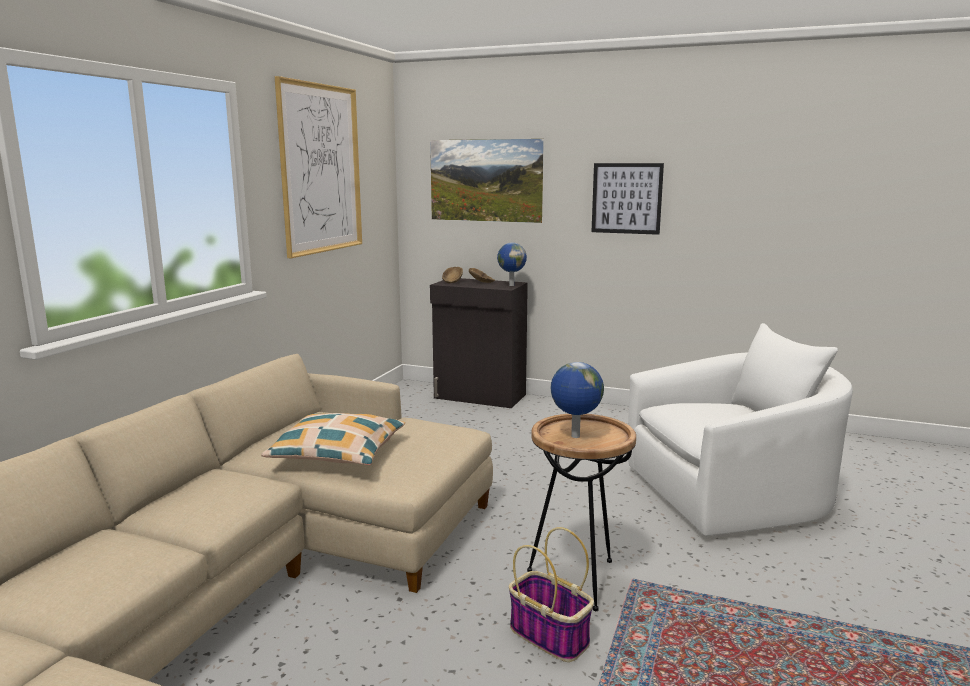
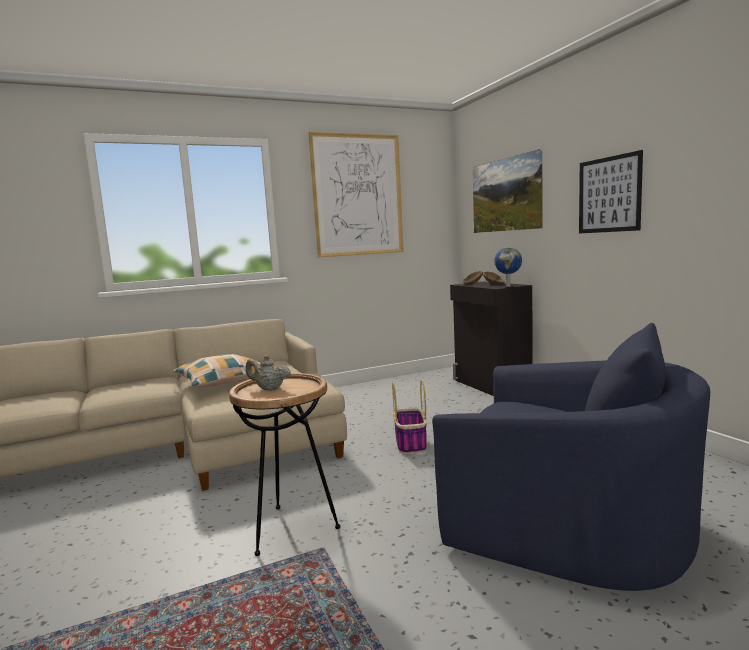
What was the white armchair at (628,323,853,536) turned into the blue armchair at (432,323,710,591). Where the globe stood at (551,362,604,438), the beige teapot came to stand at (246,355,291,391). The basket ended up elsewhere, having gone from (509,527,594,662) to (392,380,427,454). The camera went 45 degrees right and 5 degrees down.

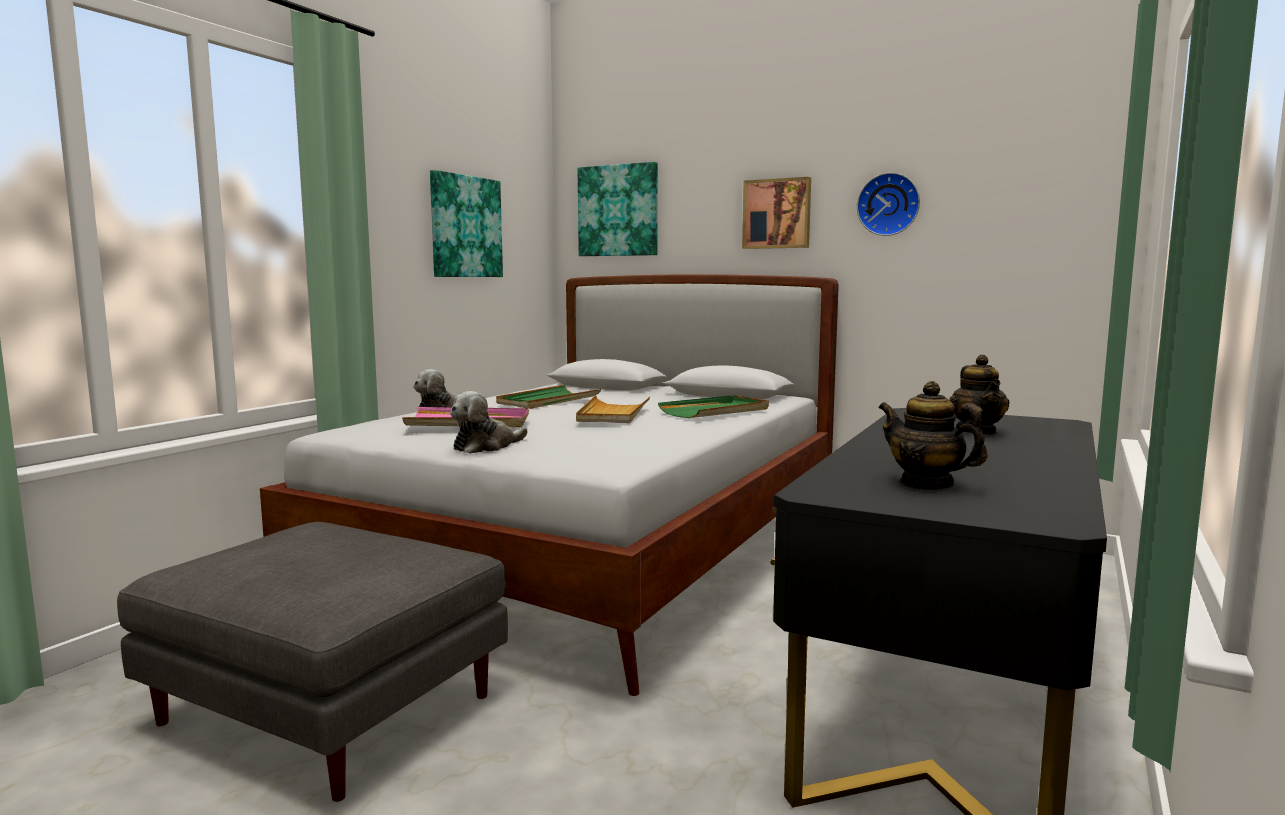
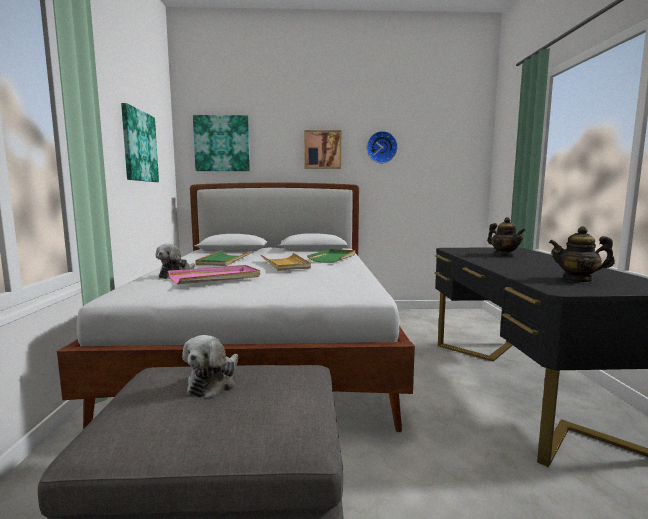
The plush toy ended up elsewhere, having gone from (450,391,528,454) to (182,335,238,399). The camera went 30 degrees left and 0 degrees up.

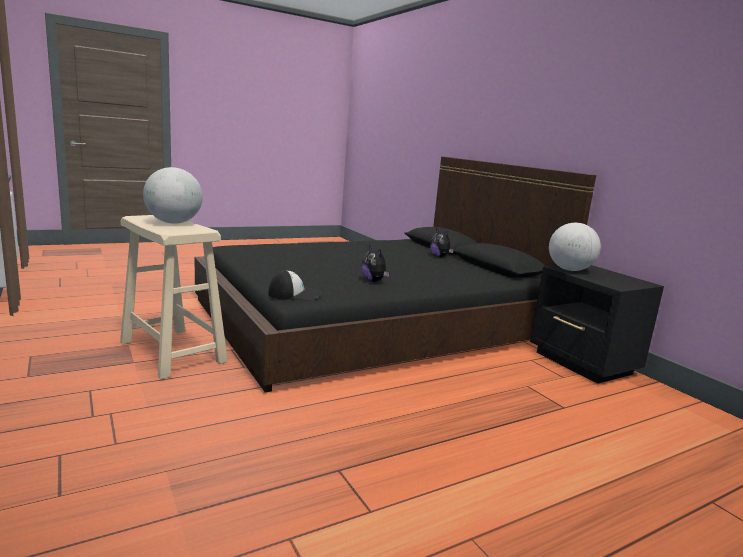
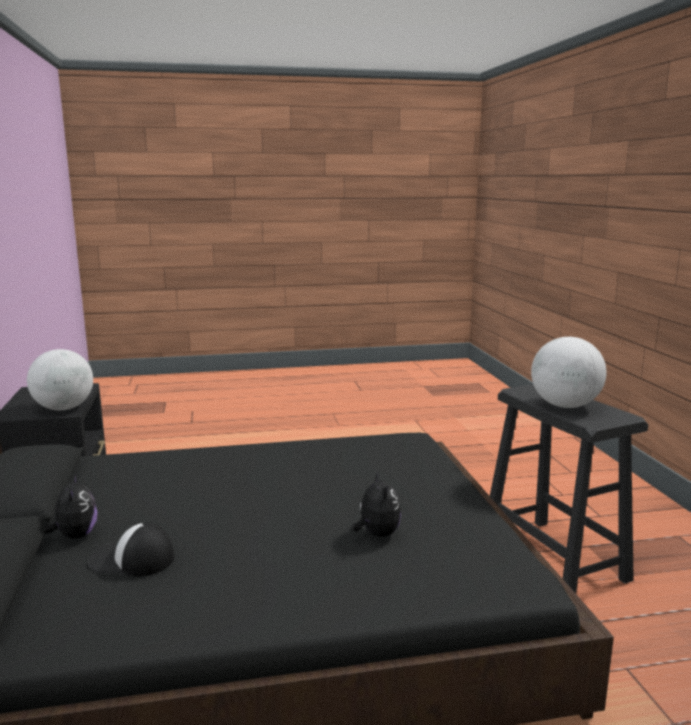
What was the beige stool at (120,215,228,379) turned into the black stool at (490,384,648,593). The plush toy ended up elsewhere, having gone from (361,245,390,282) to (352,471,401,537). The cap ended up elsewhere, having gone from (268,270,321,300) to (88,522,174,577). The camera went 160 degrees left and 0 degrees up.

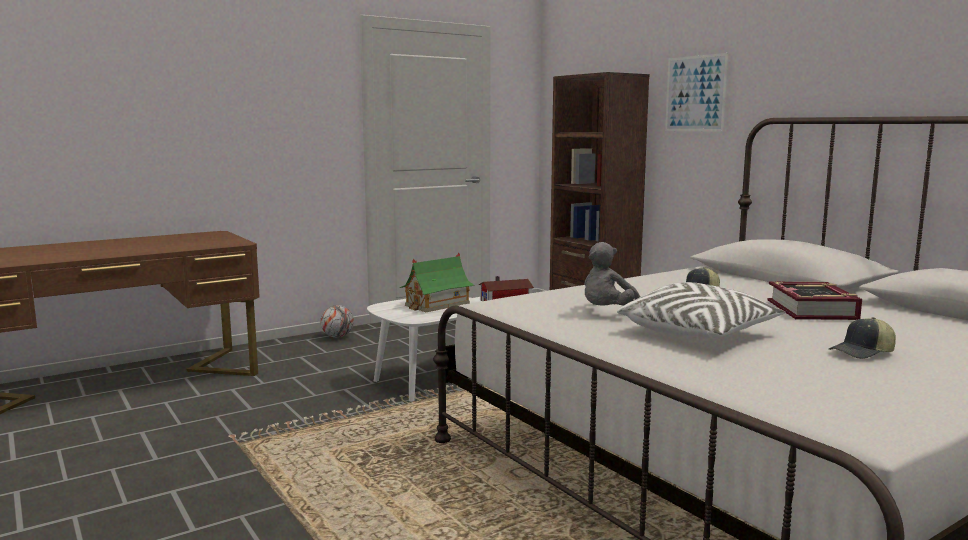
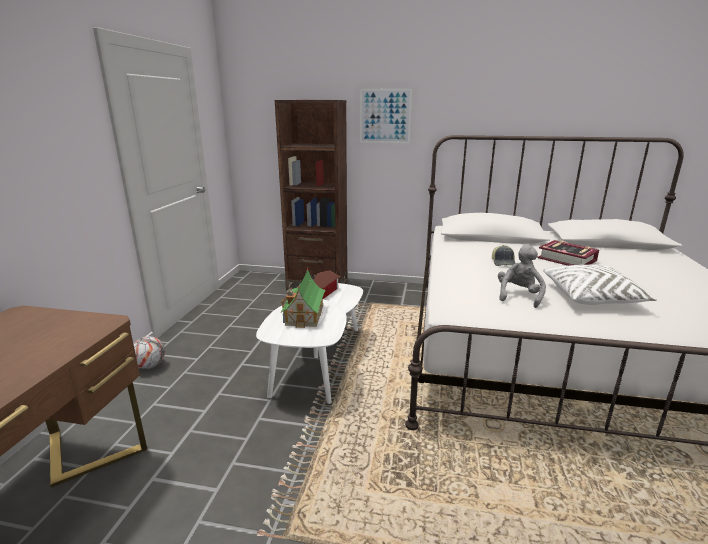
The grey plush toy at (584,242,641,306) ended up facing another way, 150 degrees counterclockwise from before. The second view lost the cap at (829,317,896,359). The camera went 45 degrees left and 10 degrees up.

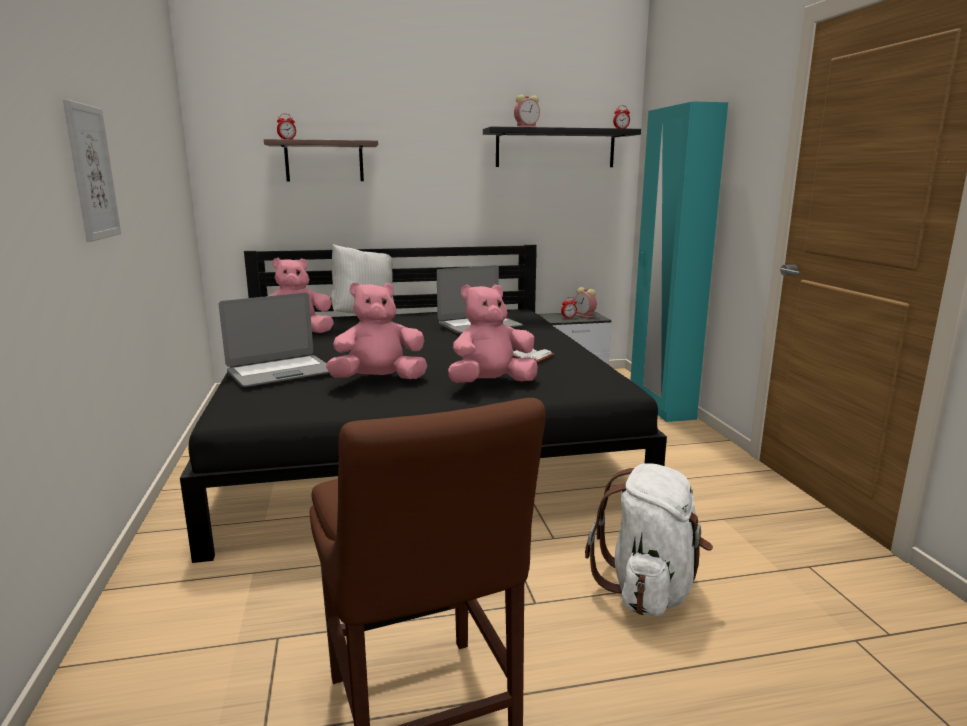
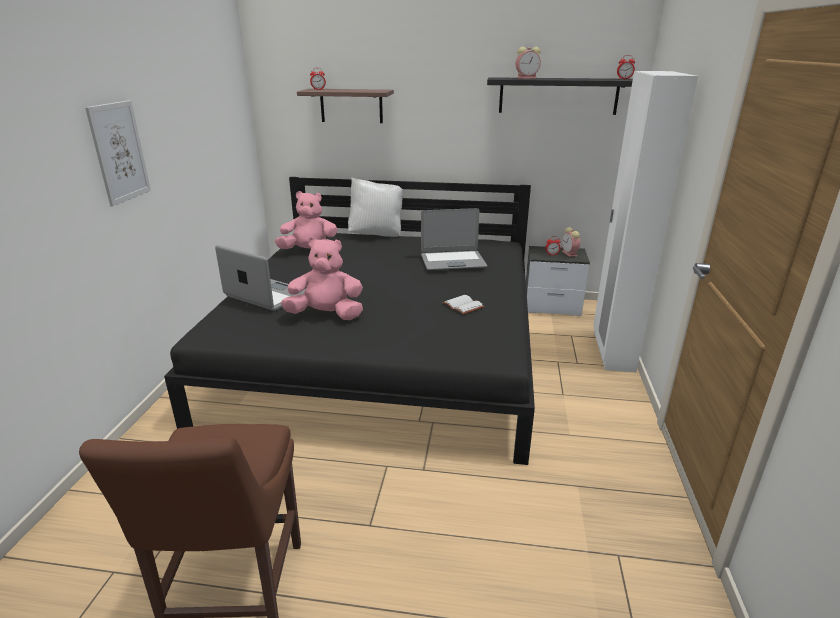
What was the turquoise wardrobe at (630,102,728,422) turned into the white wardrobe at (593,71,698,372). The second view lost the pink plush toy at (448,284,538,383). The laptop at (219,293,329,387) ended up facing another way, 135 degrees counterclockwise from before. The second view lost the white backpack at (585,463,713,617). The camera went 20 degrees right and 10 degrees up.

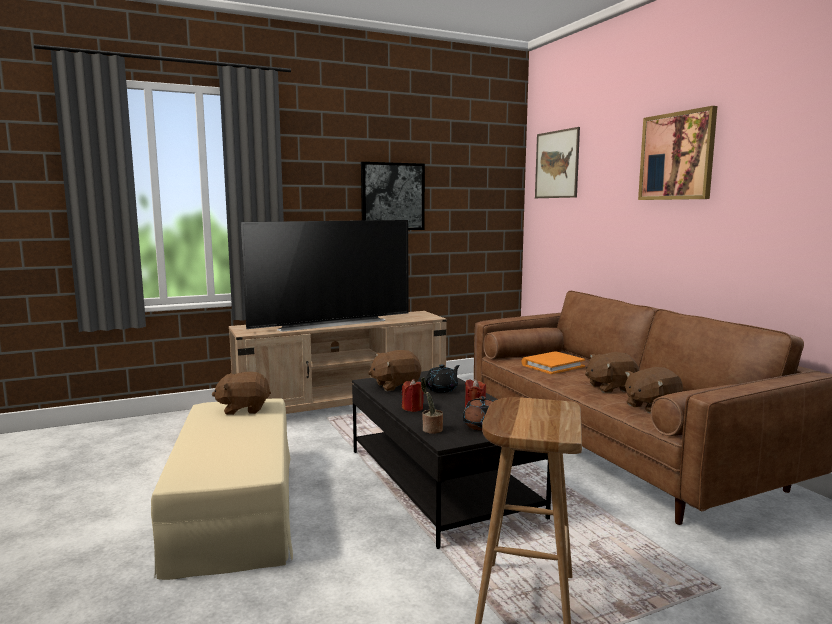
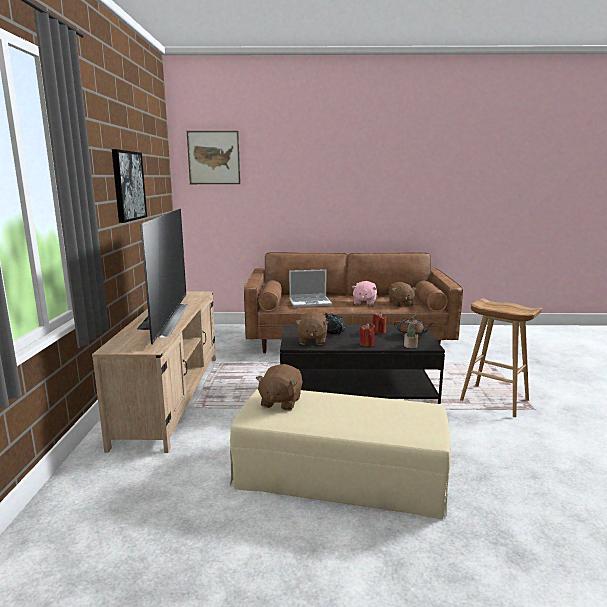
The second view lost the picture at (638,106,717,200). Where the orange book stood at (522,351,585,374), the laptop came to stand at (289,269,332,307). What was the brown plush toy at (585,352,639,393) turned into the pink plush toy at (352,281,377,306). The camera went 65 degrees left and 5 degrees up.

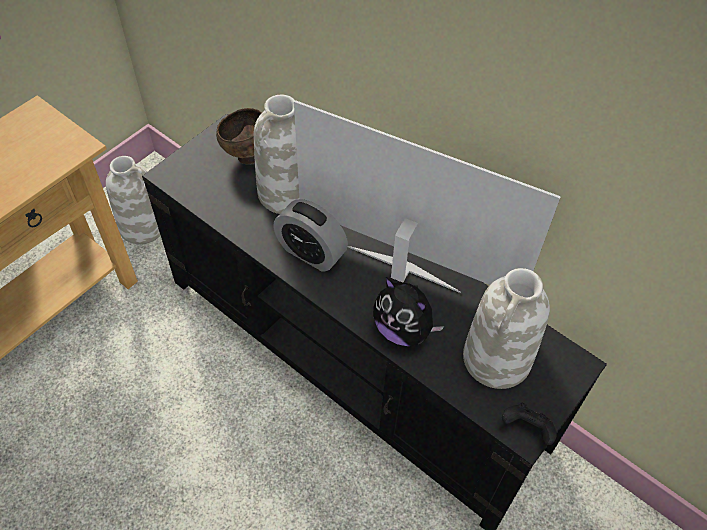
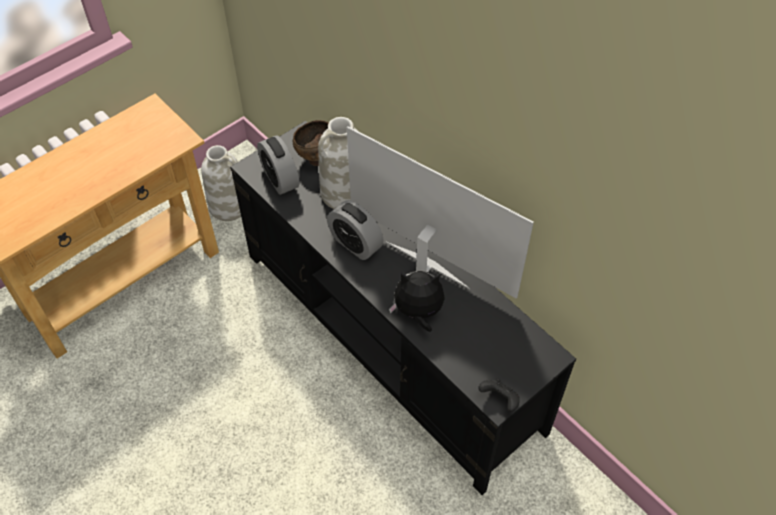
The second view lost the white vase at (463,268,550,389). The plush toy at (373,277,444,346) ended up facing another way, 135 degrees clockwise from before. The second view gained the alarm clock at (257,135,299,195). The camera went 10 degrees right and 0 degrees up.

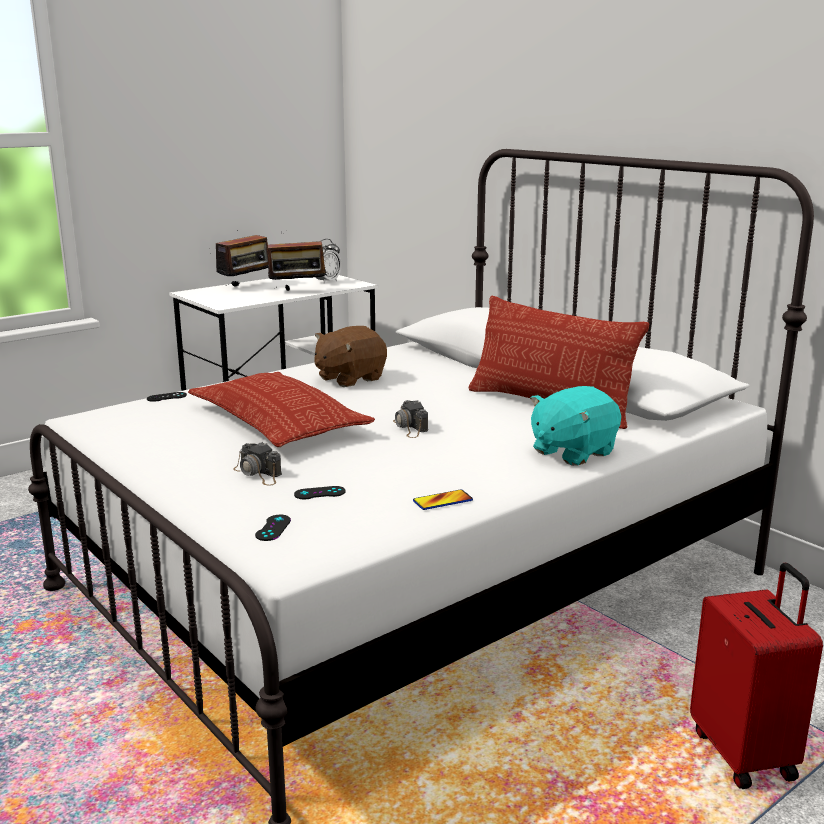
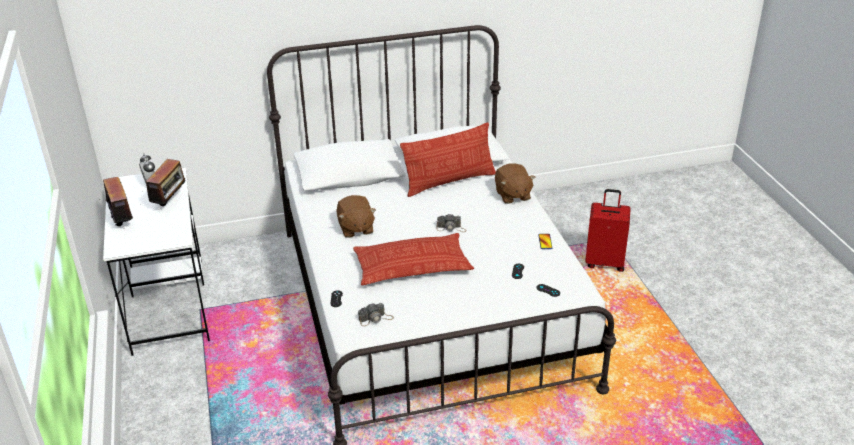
What was the turquoise plush toy at (530,386,621,466) turned into the brown plush toy at (495,164,535,204). The photo camera ended up elsewhere, having gone from (233,442,282,486) to (358,303,394,326). The camera went 65 degrees left and 15 degrees up.

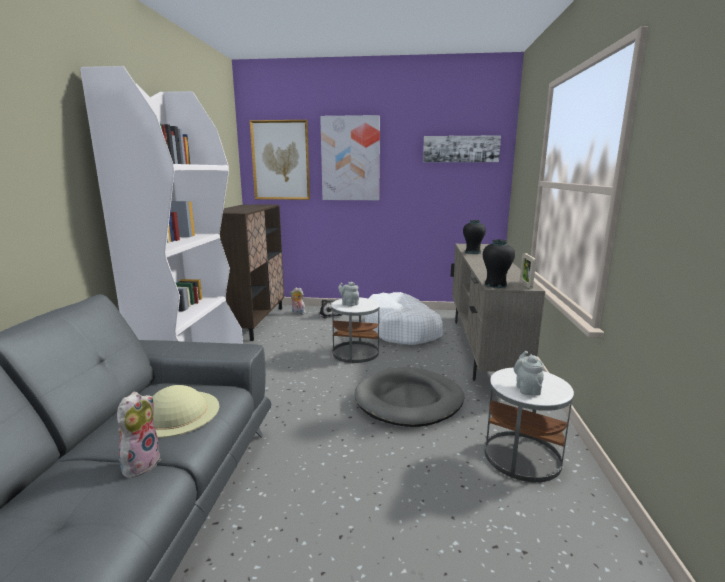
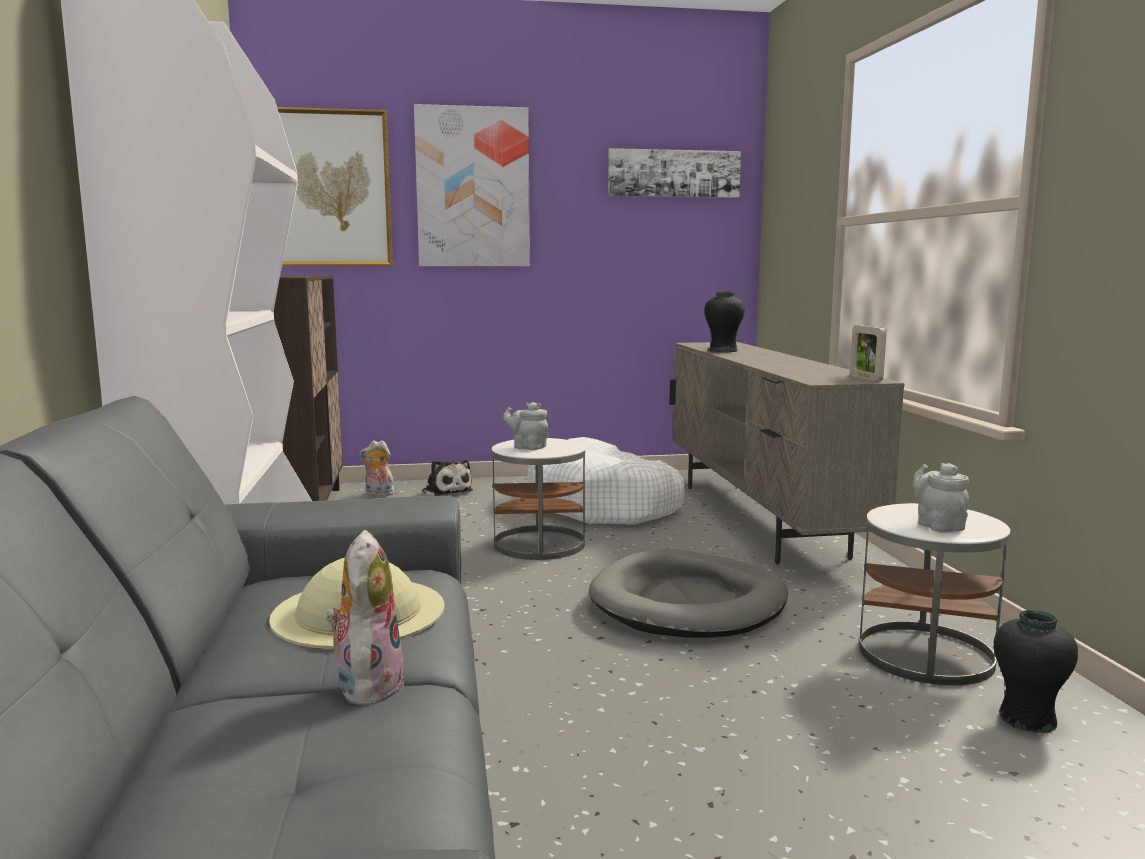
The black vase ended up elsewhere, having gone from (483,239,515,288) to (994,610,1078,733). The camera went 15 degrees left and 5 degrees down.

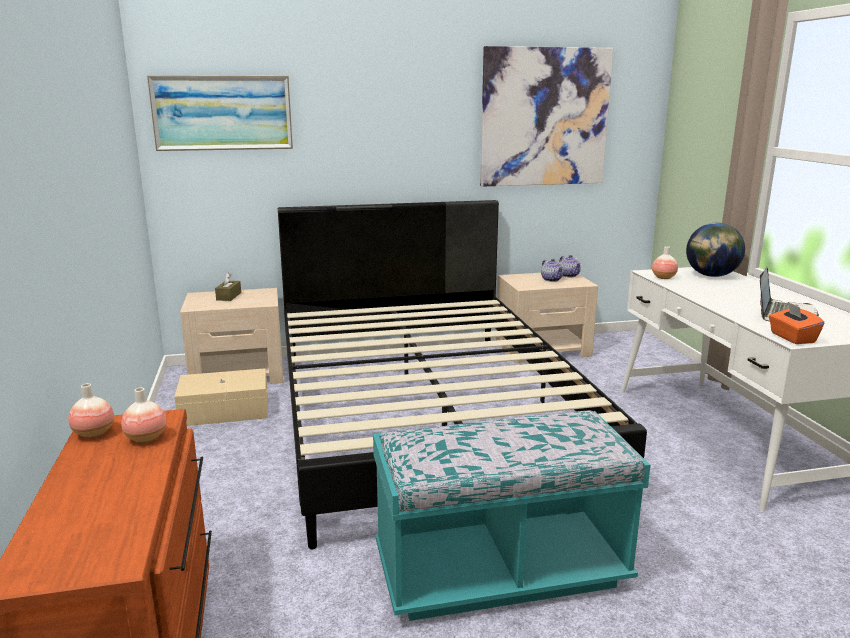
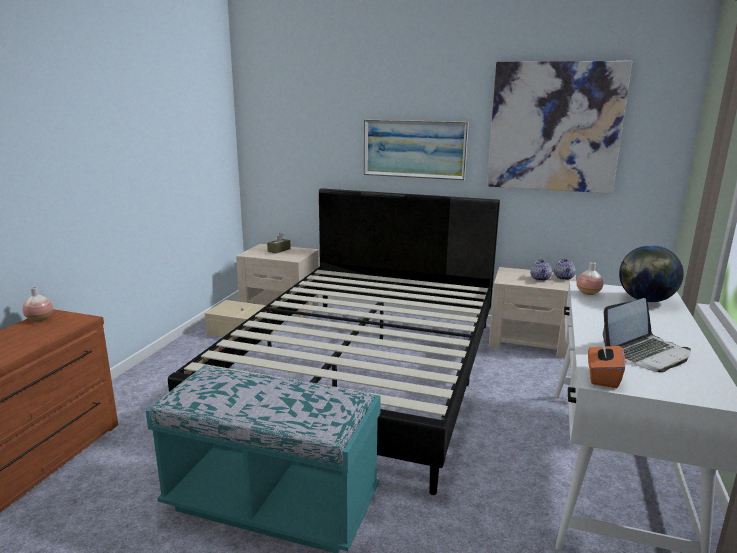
The picture ended up elsewhere, having gone from (147,75,293,151) to (364,119,469,180). The second view lost the vase at (121,388,167,443). The camera went 30 degrees right and 0 degrees up.

